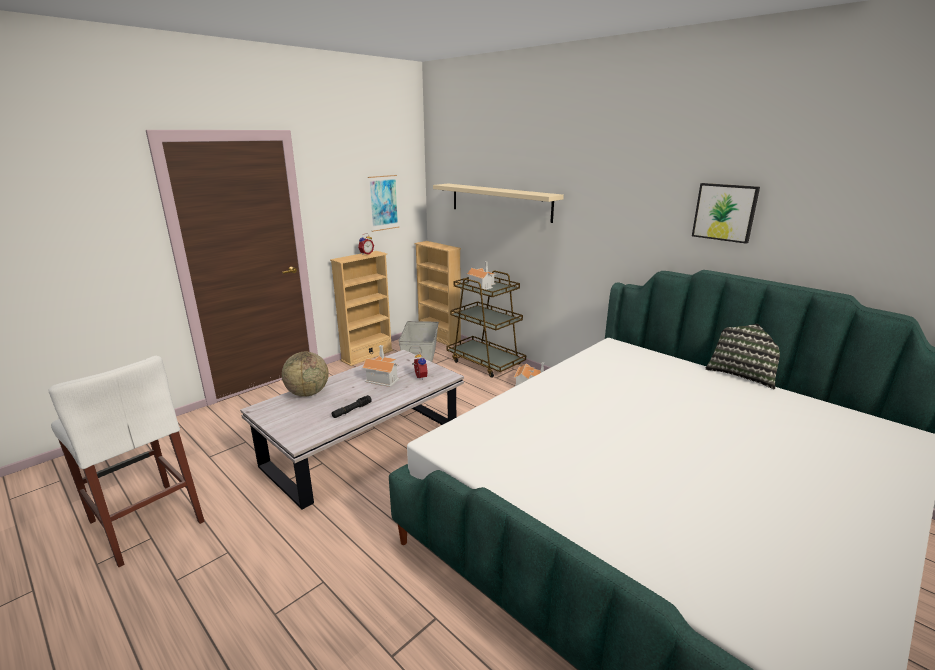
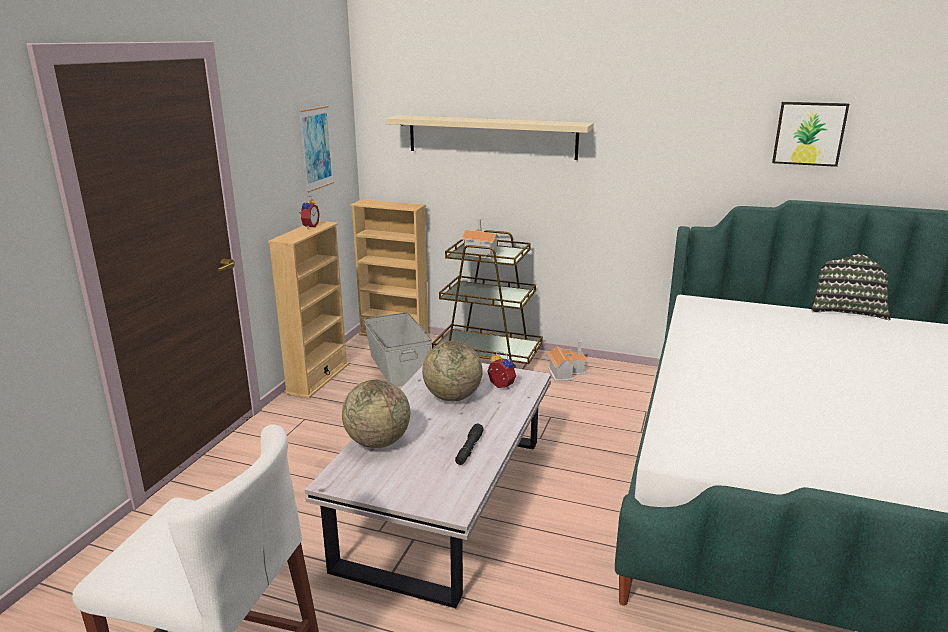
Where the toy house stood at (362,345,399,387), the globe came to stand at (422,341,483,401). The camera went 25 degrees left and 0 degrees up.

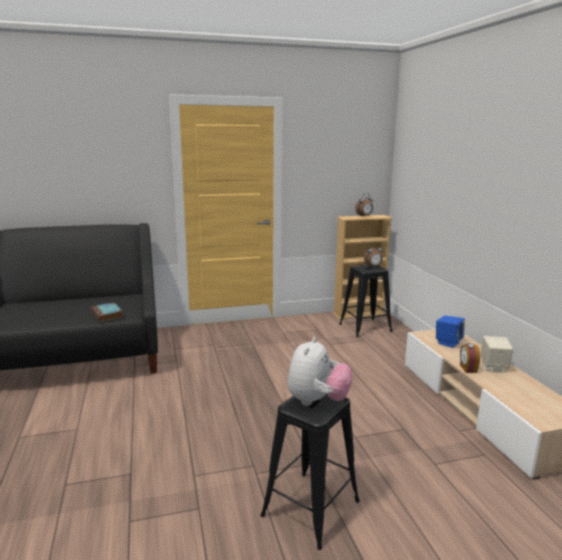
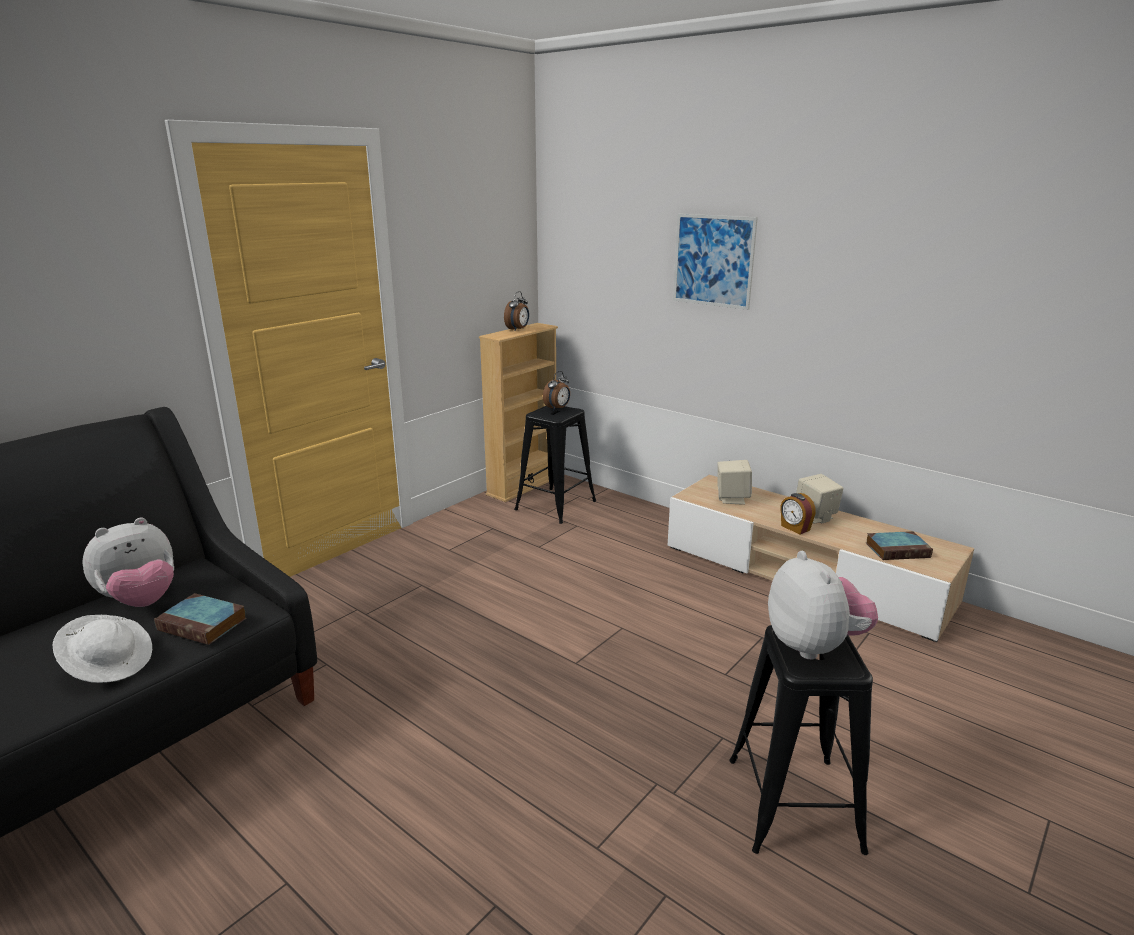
What was the blue speaker at (436,316,465,348) turned into the beige speaker at (717,460,752,505). The second view gained the picture at (673,214,758,310). The second view gained the plush toy at (82,518,174,607). The second view gained the book at (866,531,933,560). The second view gained the white hat at (53,615,152,683). The camera went 35 degrees left and 5 degrees up.

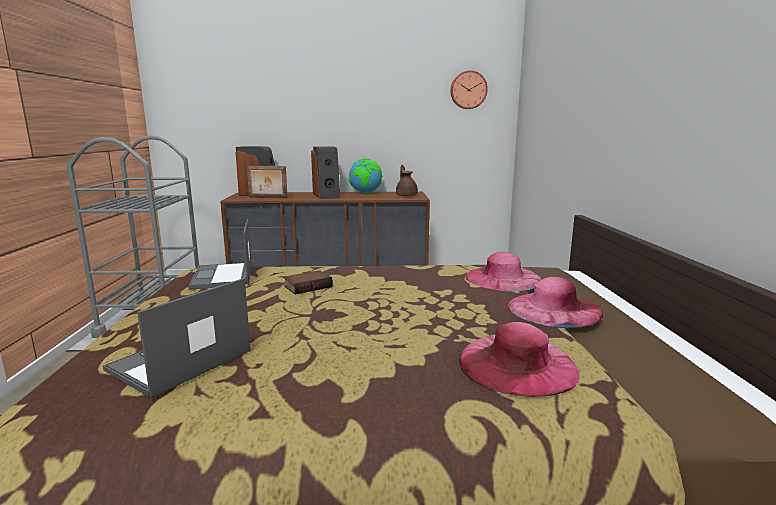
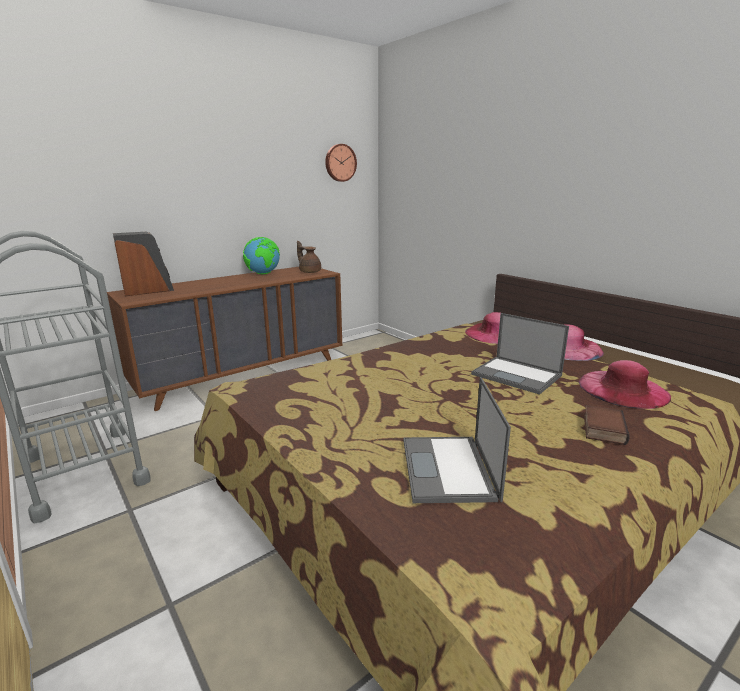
The second view lost the speaker at (311,146,340,199). The second view lost the picture frame at (247,166,288,198). The laptop ended up elsewhere, having gone from (188,219,252,290) to (471,313,569,395). The book ended up elsewhere, having gone from (283,270,333,295) to (584,405,630,445). The camera went 35 degrees left and 5 degrees up.

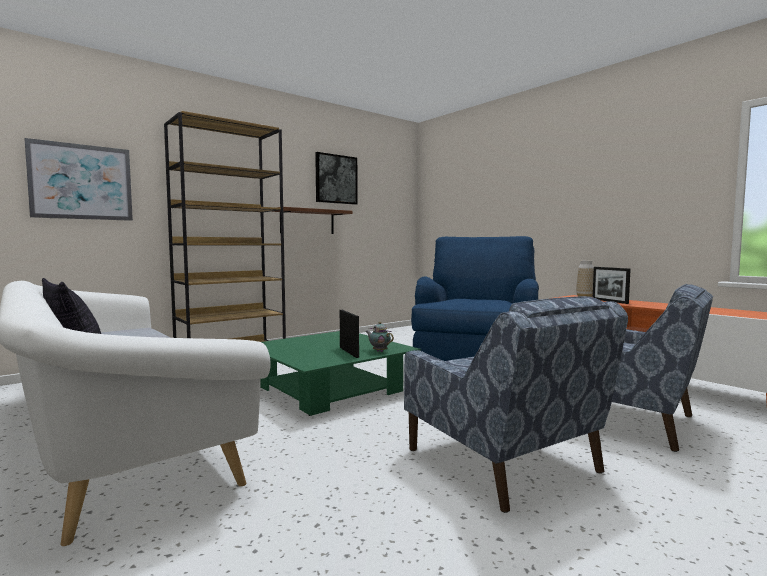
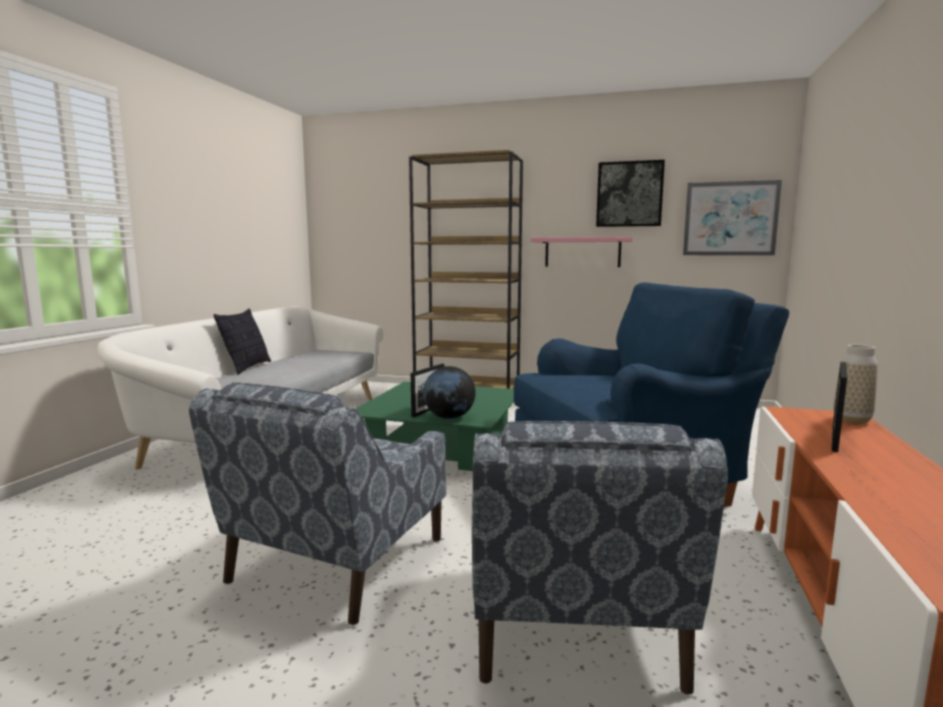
The picture ended up elsewhere, having gone from (24,138,133,221) to (683,180,782,255). What was the brown shelf at (271,207,353,234) turned into the pink shelf at (531,237,633,267). Where the teapot stood at (366,322,394,352), the globe came to stand at (423,366,476,419). The camera went 55 degrees right and 5 degrees up.

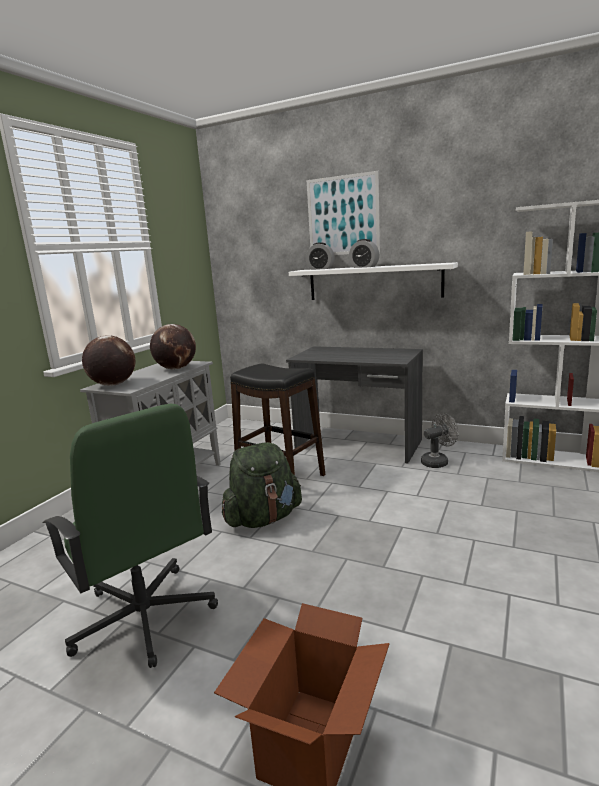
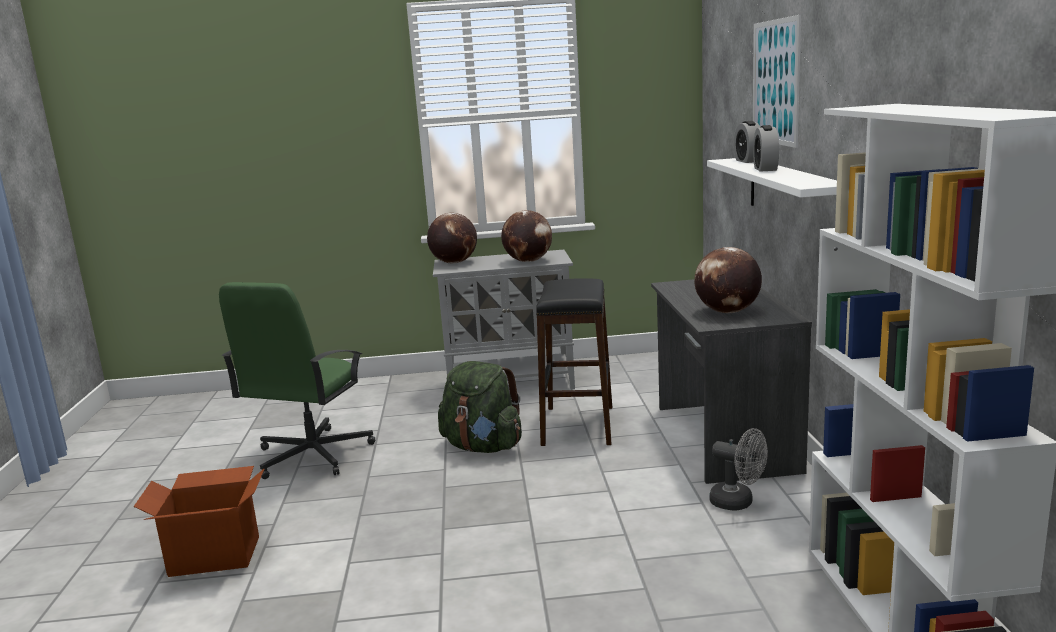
The second view gained the globe at (694,247,762,313). The camera went 60 degrees right and 0 degrees up.

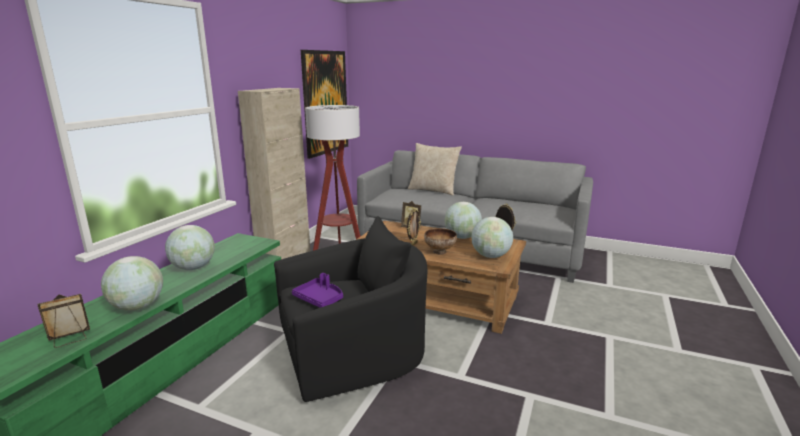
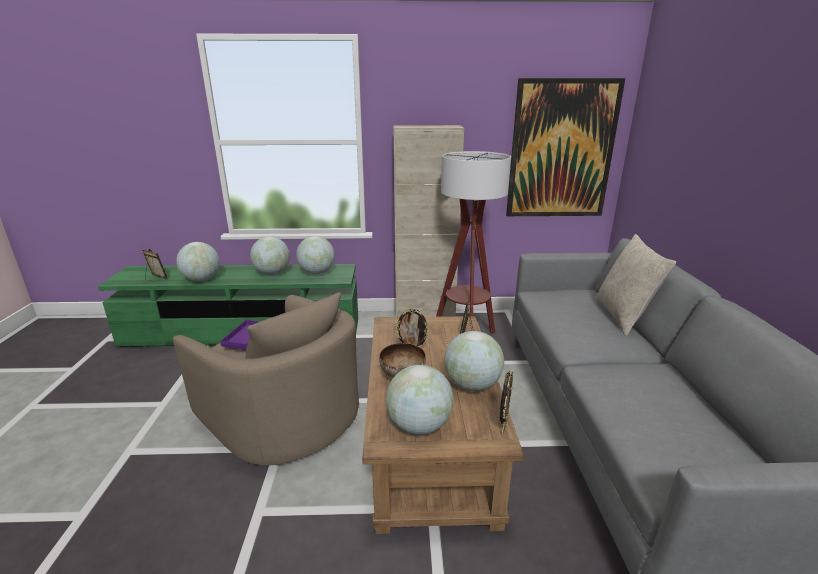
What was the black armchair at (274,216,428,402) turned into the beige armchair at (173,292,359,466). The second view gained the globe at (296,236,335,274). The camera went 65 degrees right and 5 degrees up.

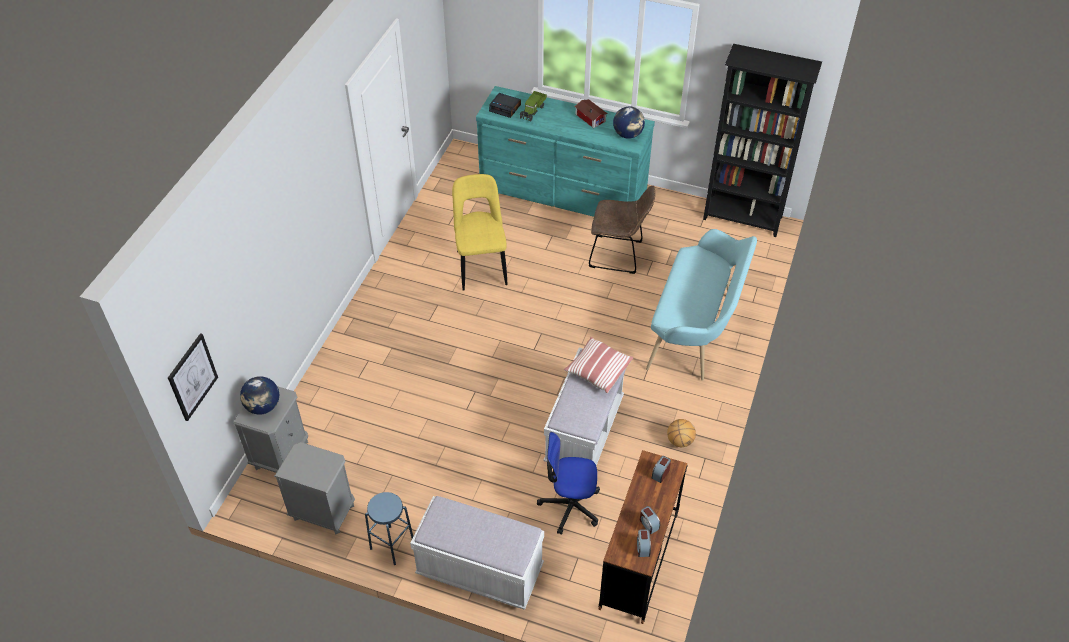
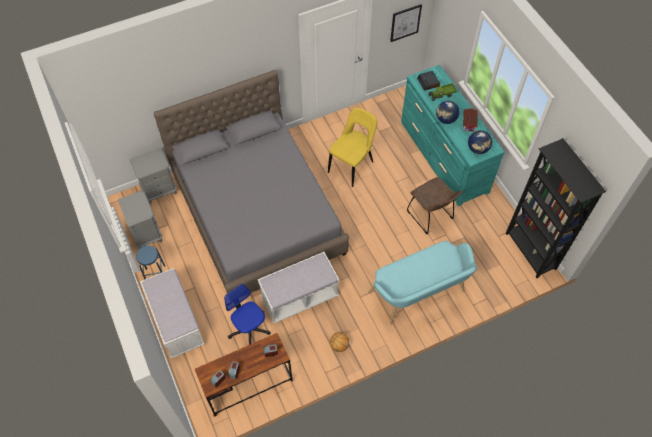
The picture ended up elsewhere, having gone from (168,333,218,421) to (390,4,422,42). The second view lost the pillow at (564,337,633,393). The globe ended up elsewhere, having gone from (240,376,279,415) to (436,101,459,124). The second view gained the grey bed at (154,69,349,294). The camera went 45 degrees right and 10 degrees up.

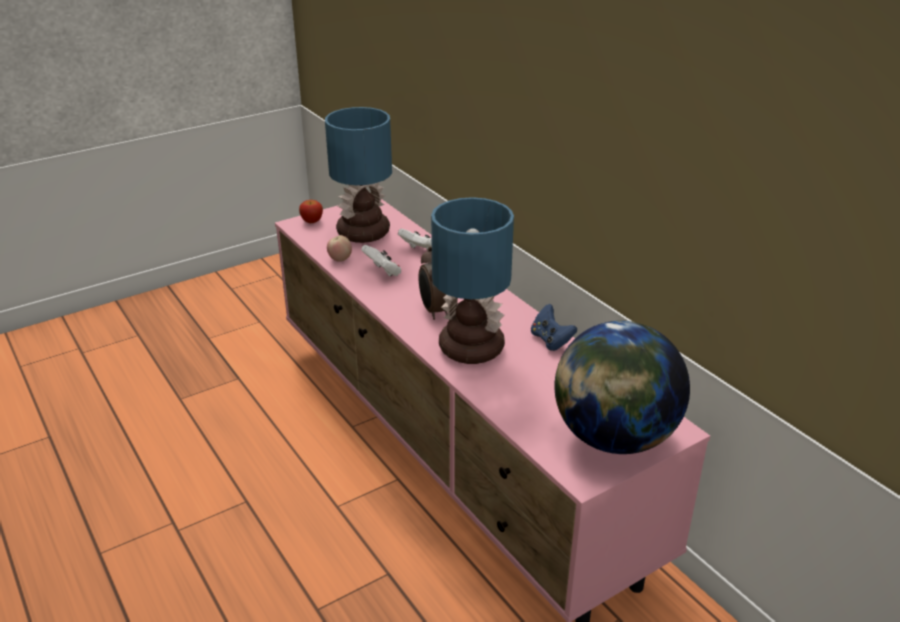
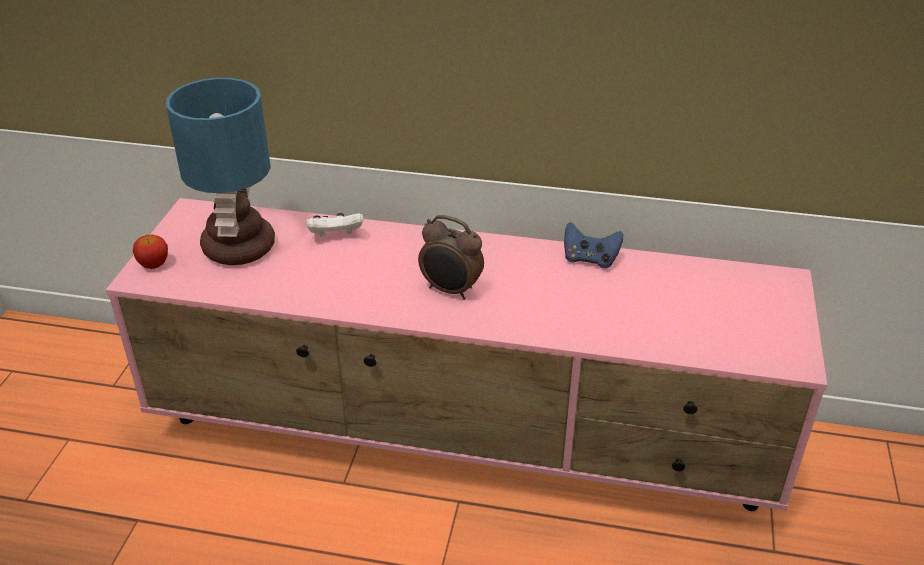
The second view lost the table lamp at (431,197,514,364). The second view lost the apple at (327,235,352,262). The second view lost the white game controller at (361,245,401,276). The second view lost the globe at (554,321,690,454). The camera went 45 degrees left and 5 degrees up.

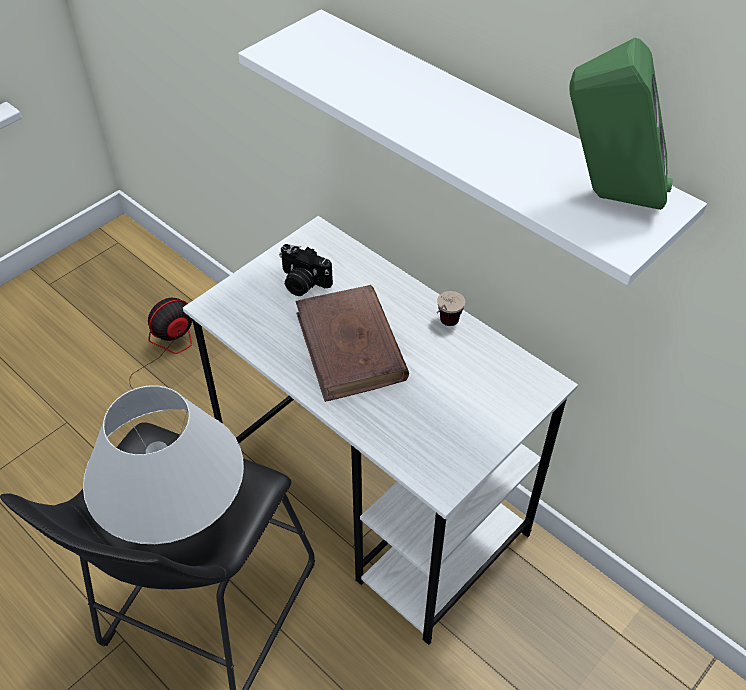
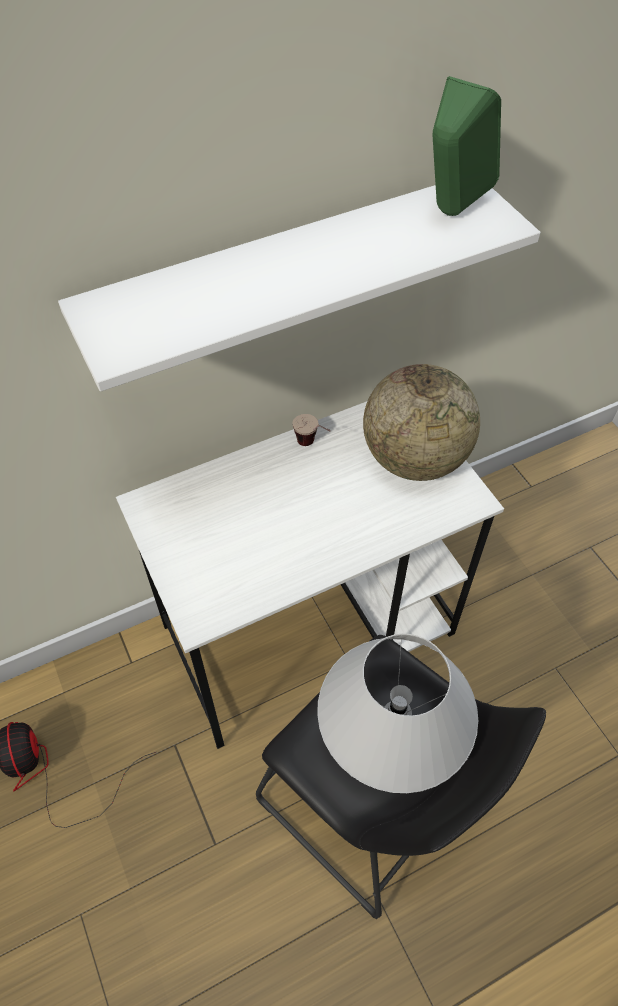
The second view lost the photo camera at (279,244,333,296). The second view lost the brown book at (295,285,409,402). The second view gained the globe at (363,364,480,481). The camera went 70 degrees left and 5 degrees up.

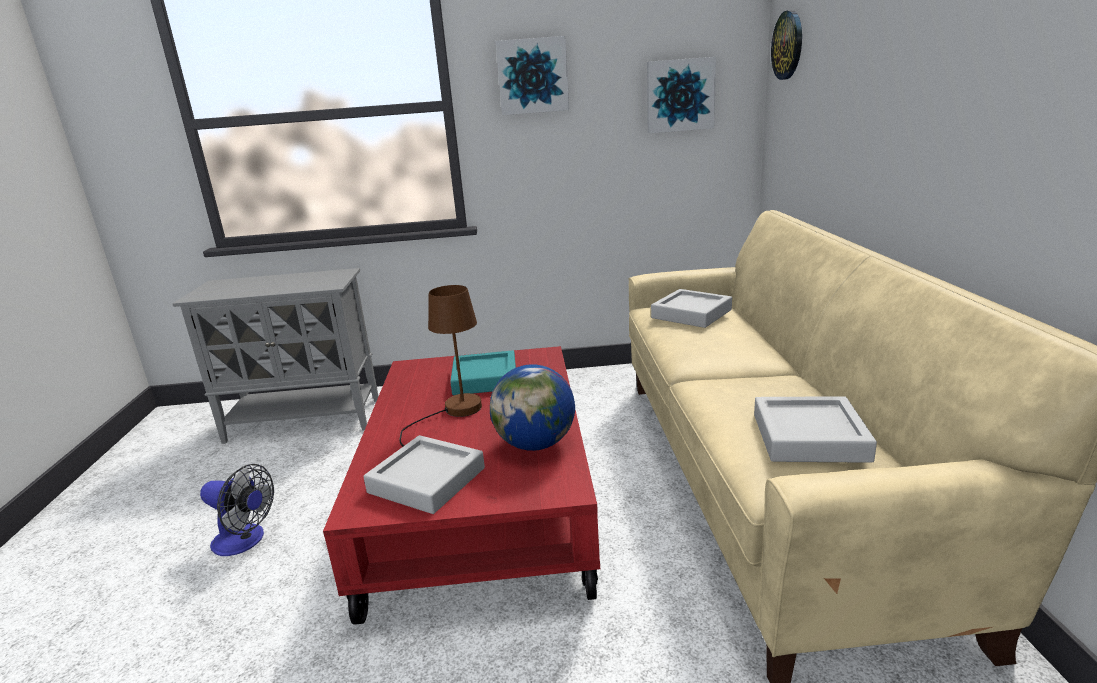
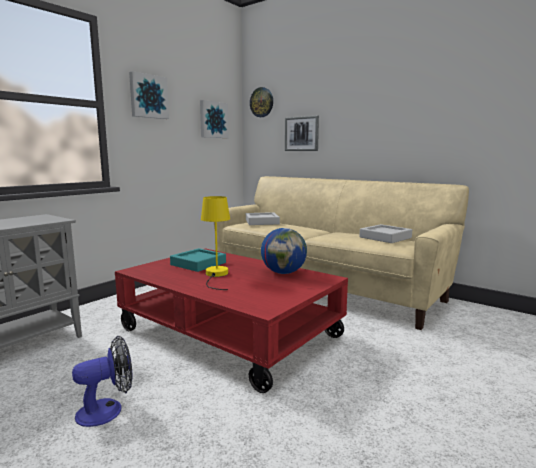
What was the brown table lamp at (399,285,482,446) turned into the yellow table lamp at (201,196,230,290). The second view lost the grey tray at (364,435,485,514). The second view gained the picture at (285,116,319,151). The camera went 50 degrees left and 10 degrees down.

